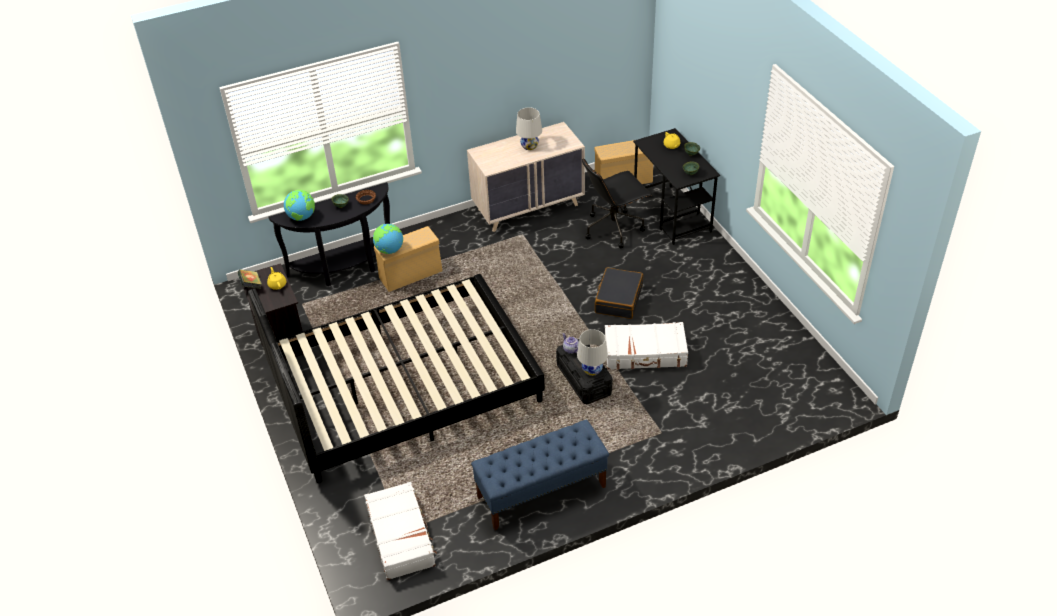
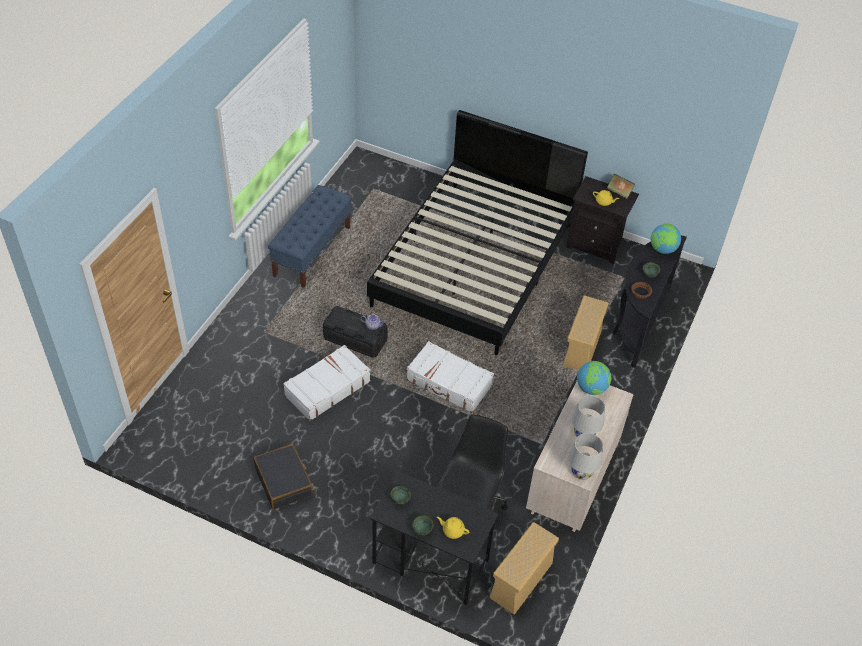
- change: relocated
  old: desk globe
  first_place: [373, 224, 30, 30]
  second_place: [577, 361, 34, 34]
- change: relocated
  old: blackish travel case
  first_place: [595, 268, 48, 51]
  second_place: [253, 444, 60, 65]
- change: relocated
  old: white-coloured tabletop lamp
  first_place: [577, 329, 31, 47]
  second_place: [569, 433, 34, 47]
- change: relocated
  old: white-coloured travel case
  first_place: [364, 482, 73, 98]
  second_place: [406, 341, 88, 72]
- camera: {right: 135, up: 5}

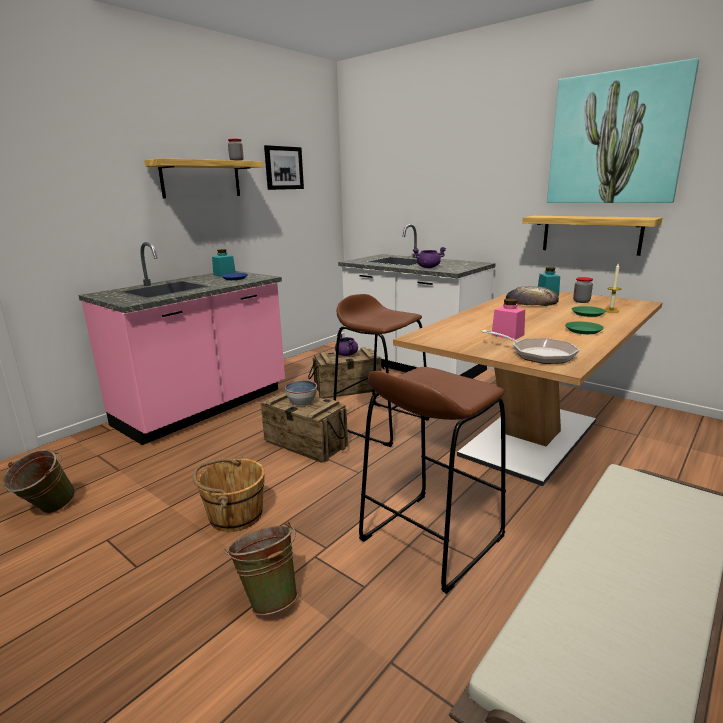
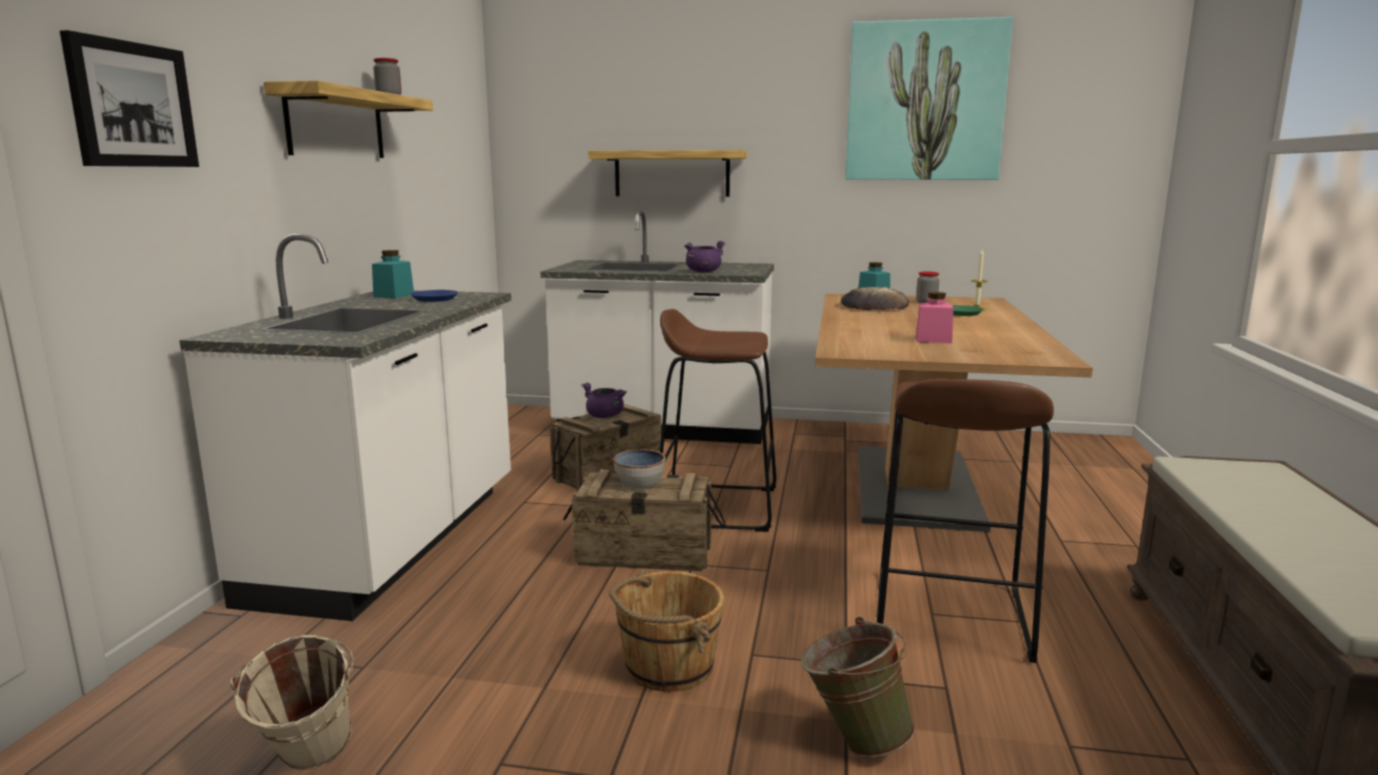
- change: relocated
  old: wall art
  first_place: [264, 145, 40, 45]
  second_place: [60, 30, 139, 137]
- change: relocated
  old: shelf
  first_place: [522, 216, 140, 40]
  second_place: [589, 150, 158, 47]
- change: colour
  old: pinkish kitchen base unit
  new: white-coloured kitchen base unit
  first_place: [78, 242, 207, 203]
  second_place: [179, 234, 332, 387]
- change: missing
  old: green flat dish
  first_place: [565, 322, 39, 12]
- change: missing
  old: frying pan
  first_place: [481, 330, 98, 34]
- change: colour
  old: green water bucket
  new: beige water bucket
  first_place: [2, 449, 73, 64]
  second_place: [230, 635, 124, 135]
- camera: {right: -30, up: -5}

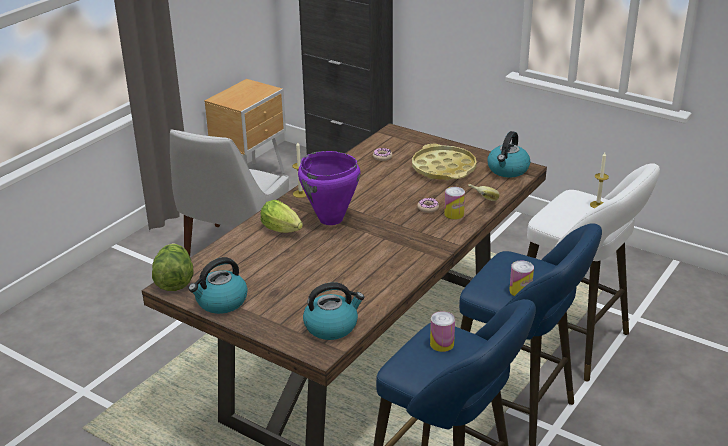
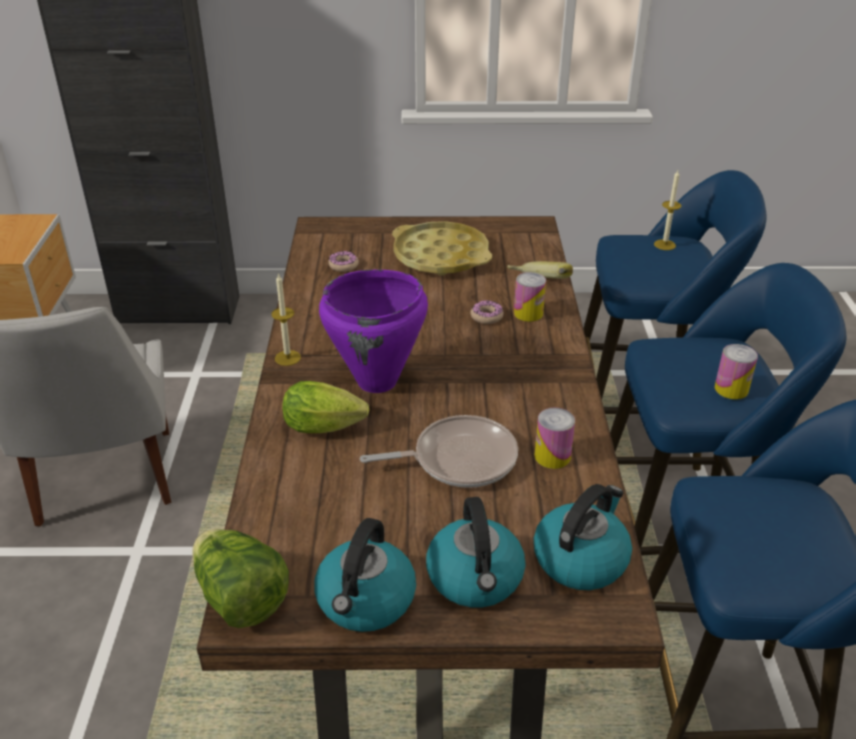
- change: relocated
  old: tea kettle
  first_place: [487, 131, 43, 46]
  second_place: [426, 497, 100, 110]
- change: colour
  old: white-coloured stool
  new: bluish stool
  first_place: [527, 163, 133, 219]
  second_place: [583, 170, 183, 301]
- change: relocated
  old: sealed can
  first_place: [430, 311, 25, 41]
  second_place: [534, 408, 41, 61]
- change: appeared
  new: frying pan
  second_place: [360, 415, 158, 73]
- camera: {right: -35, up: 5}

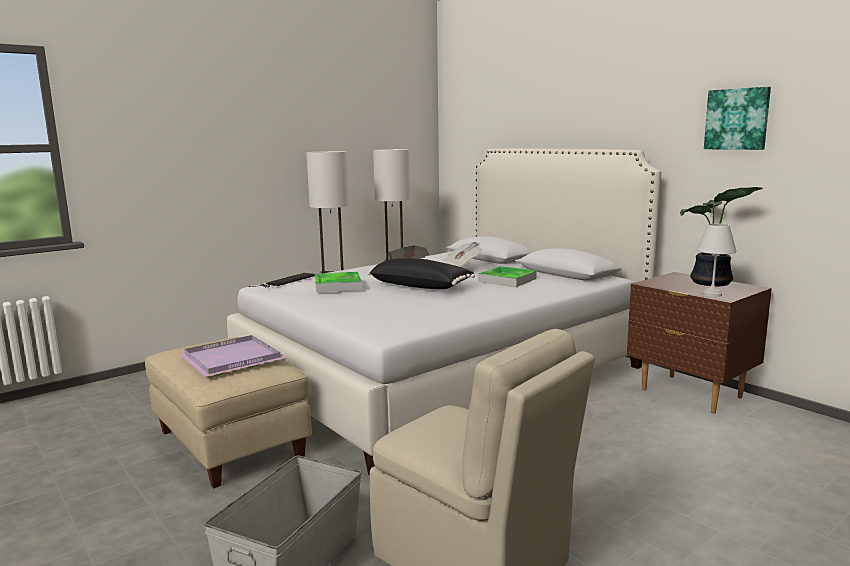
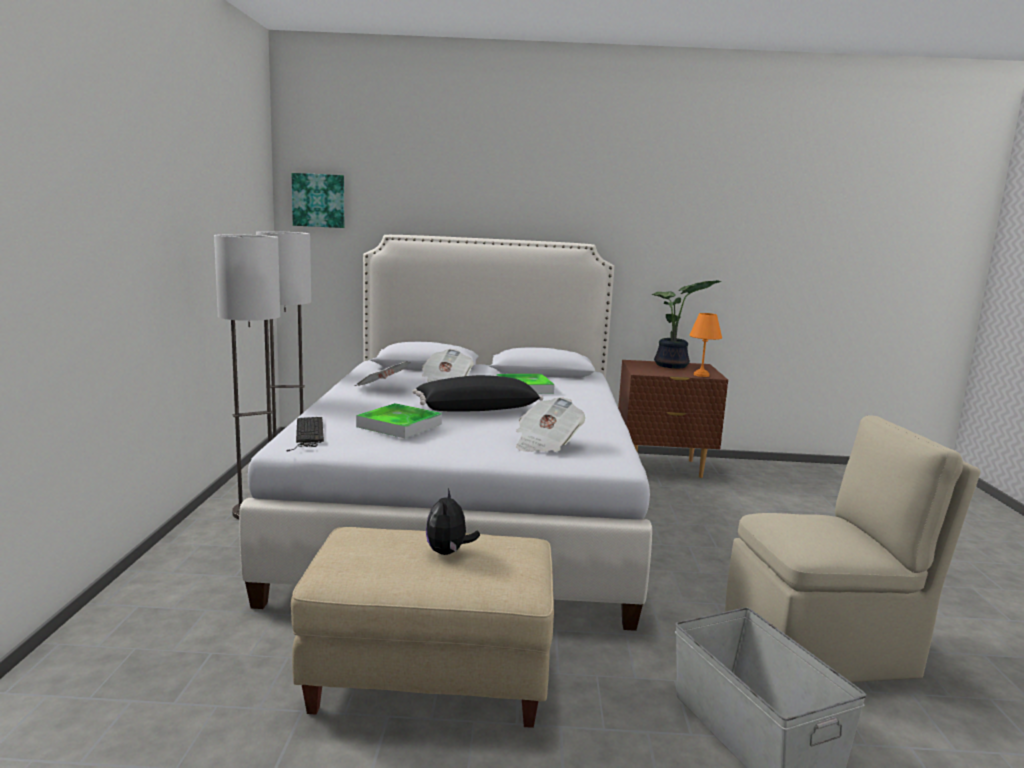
- change: relocated
  old: wall art
  first_place: [704, 87, 67, 63]
  second_place: [292, 173, 52, 55]
- change: colour
  old: white-coloured tabletop lamp
  new: orangey tabletop lamp
  first_place: [696, 223, 40, 74]
  second_place: [689, 313, 33, 64]
- change: exchanged
  old: purplish carrying tray
  new: plush toy
  first_place: [179, 335, 108, 42]
  second_place: [426, 489, 54, 66]
- change: appeared
  new: daily paper
  second_place: [516, 397, 69, 55]
- camera: {right: -50, up: 0}

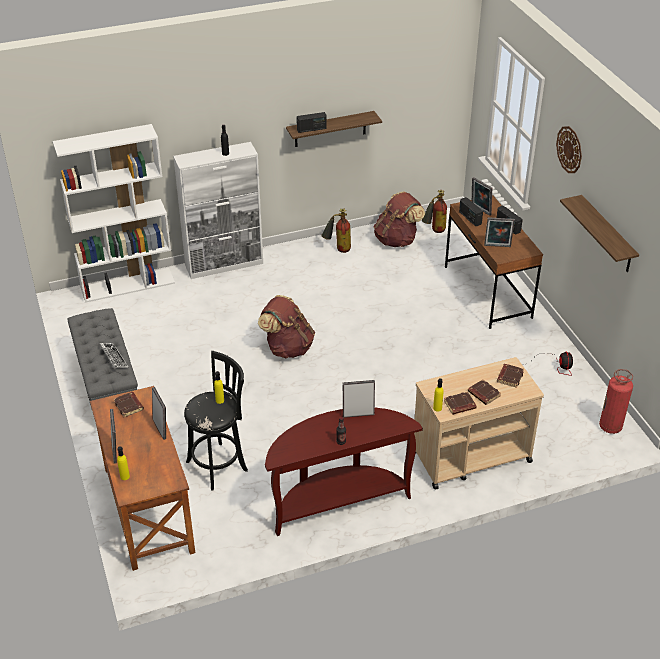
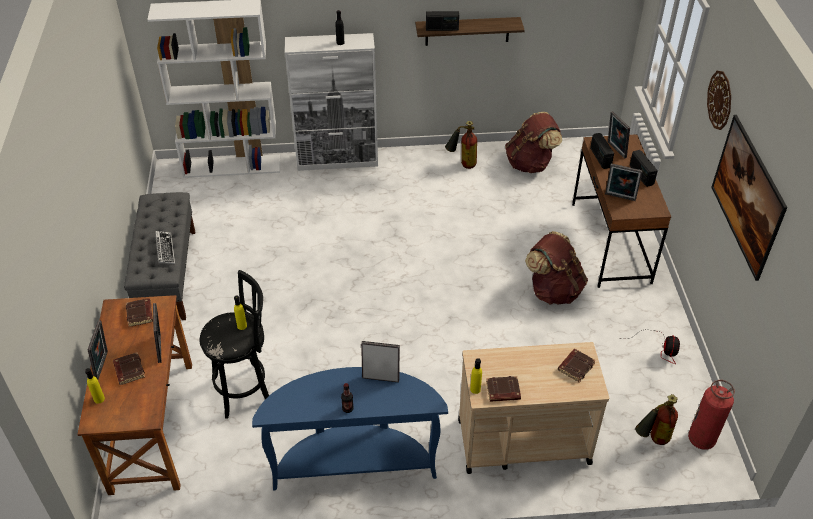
- change: relocated
  old: fire extinguisher
  first_place: [422, 190, 25, 43]
  second_place: [635, 394, 43, 51]
- change: exchanged
  old: shelf
  new: wall art
  first_place: [560, 195, 79, 77]
  second_place: [711, 115, 77, 166]
- change: relocated
  old: brown backpack
  first_place: [258, 295, 57, 63]
  second_place: [525, 231, 63, 74]
- change: relocated
  old: brown bound book
  first_place: [468, 380, 33, 25]
  second_place: [113, 352, 32, 33]
- change: colour
  old: brown hall table
  new: bluish hall table
  first_place: [265, 408, 158, 128]
  second_place: [252, 367, 196, 124]
- camera: {right: 15, up: 5}

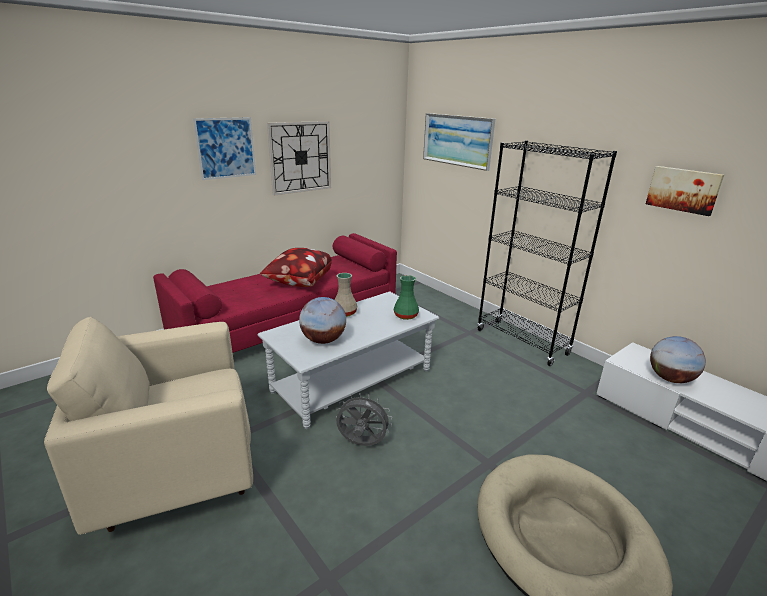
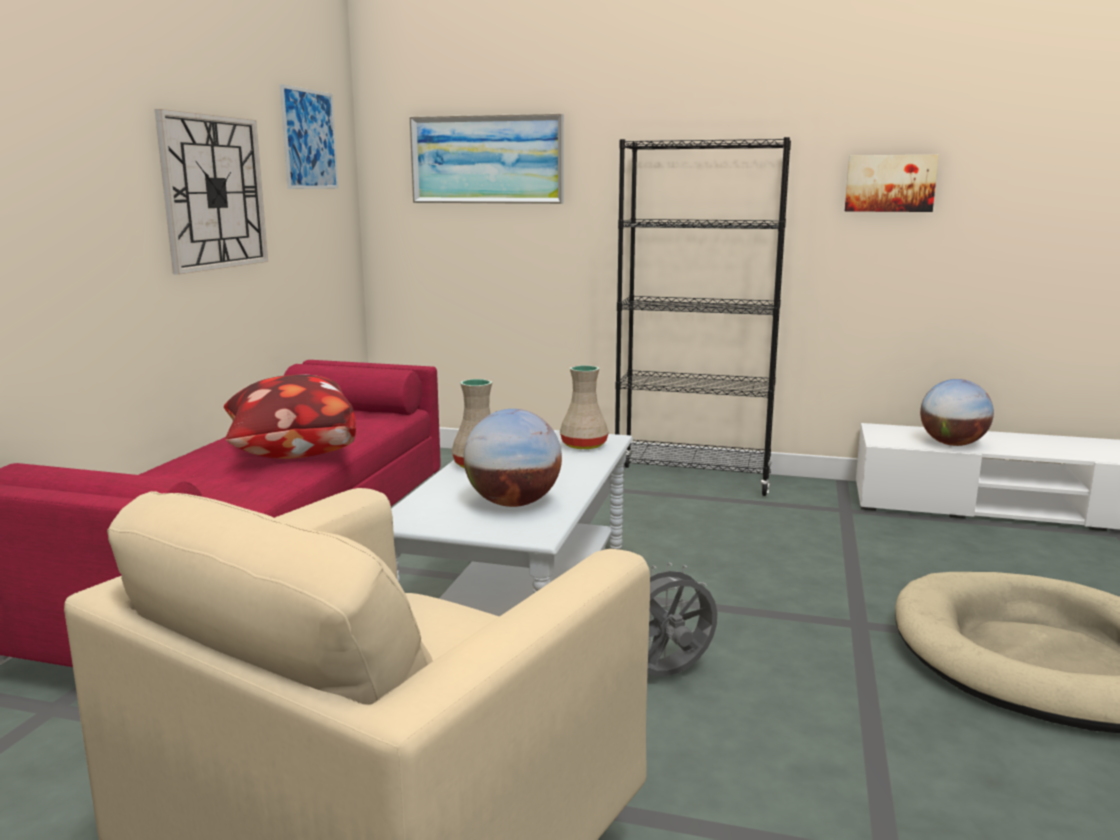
- change: relocated
  old: wall art
  first_place: [193, 117, 63, 63]
  second_place: [280, 84, 59, 105]
- change: colour
  old: green flower vase
  new: beige flower vase
  first_place: [394, 275, 25, 45]
  second_place: [560, 365, 49, 84]
- camera: {right: -35, up: -10}

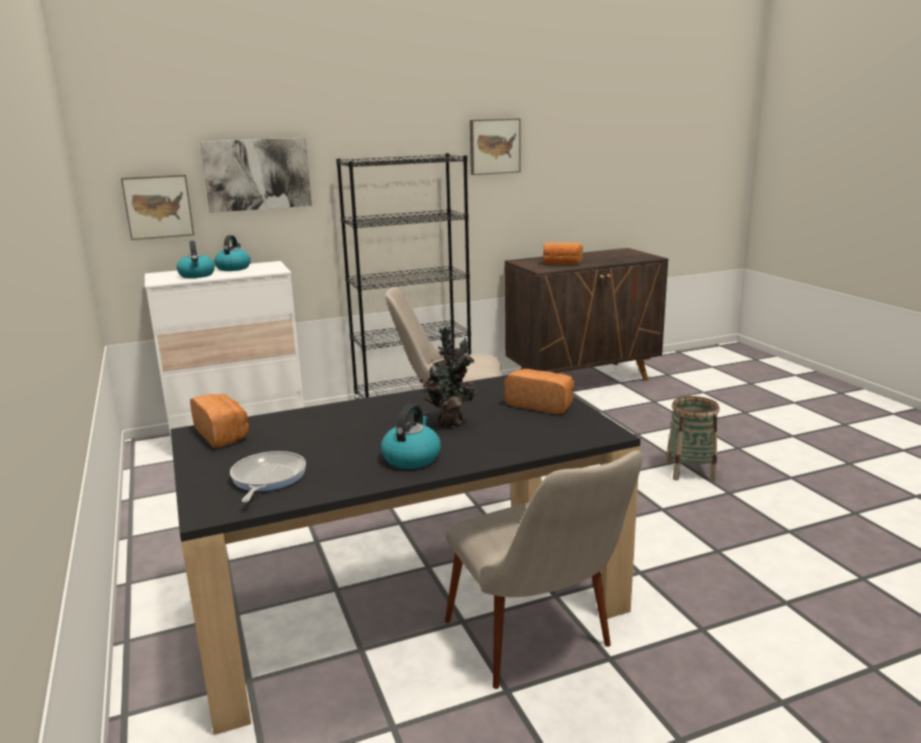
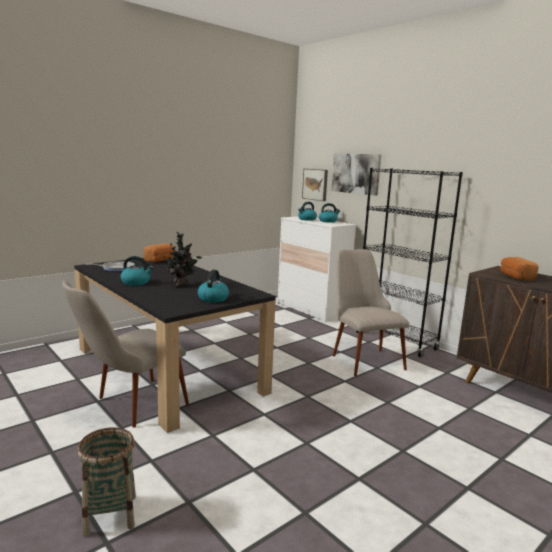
- change: missing
  old: wall art
  first_place: [470, 118, 50, 57]
- change: exchanged
  old: bakery bread
  new: tea kettle
  first_place: [504, 369, 70, 45]
  second_place: [198, 270, 31, 33]
- change: relocated
  old: storage basket
  first_place: [666, 396, 54, 85]
  second_place: [78, 427, 58, 110]
- camera: {right: 70, up: -5}

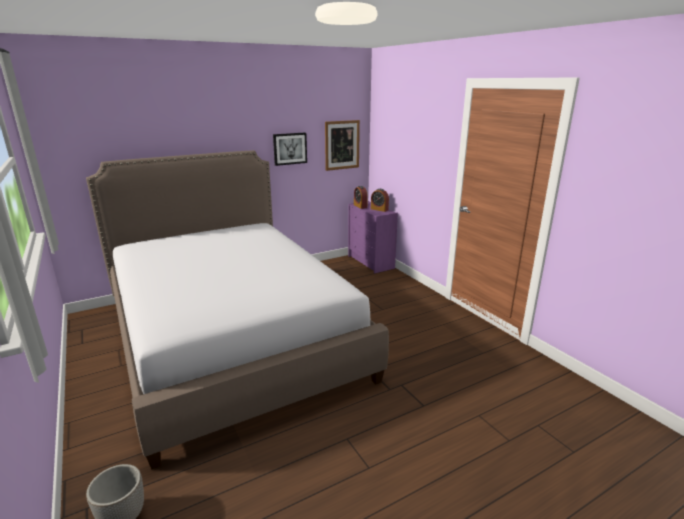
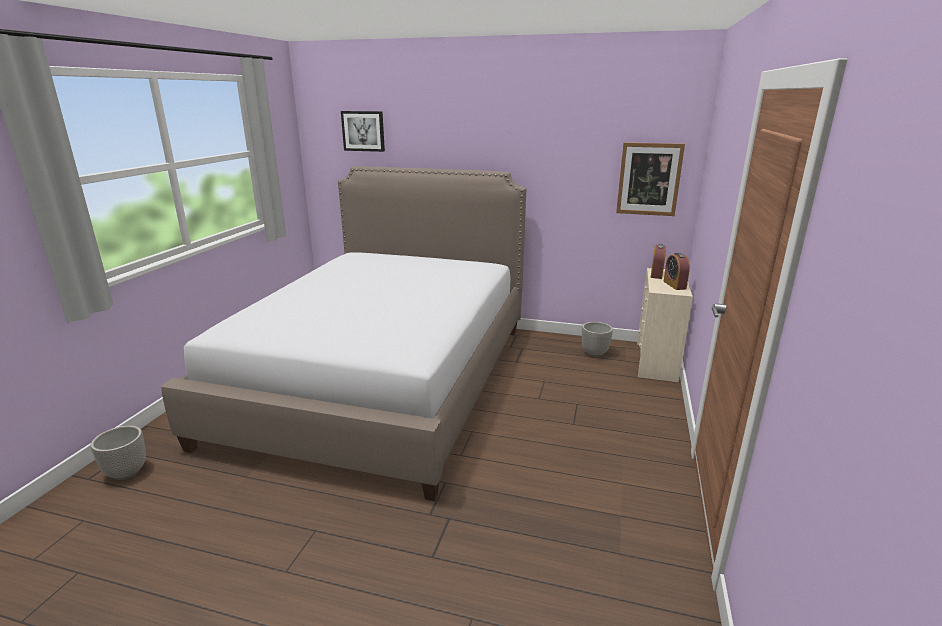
- change: relocated
  old: wall art
  first_place: [273, 133, 34, 33]
  second_place: [341, 111, 44, 41]
- change: colour
  old: purplish drawer chest
  new: beige drawer chest
  first_place: [348, 201, 50, 72]
  second_place: [637, 268, 56, 114]
- change: appeared
  new: plant pot
  second_place: [582, 322, 31, 35]
- camera: {right: 45, up: 0}

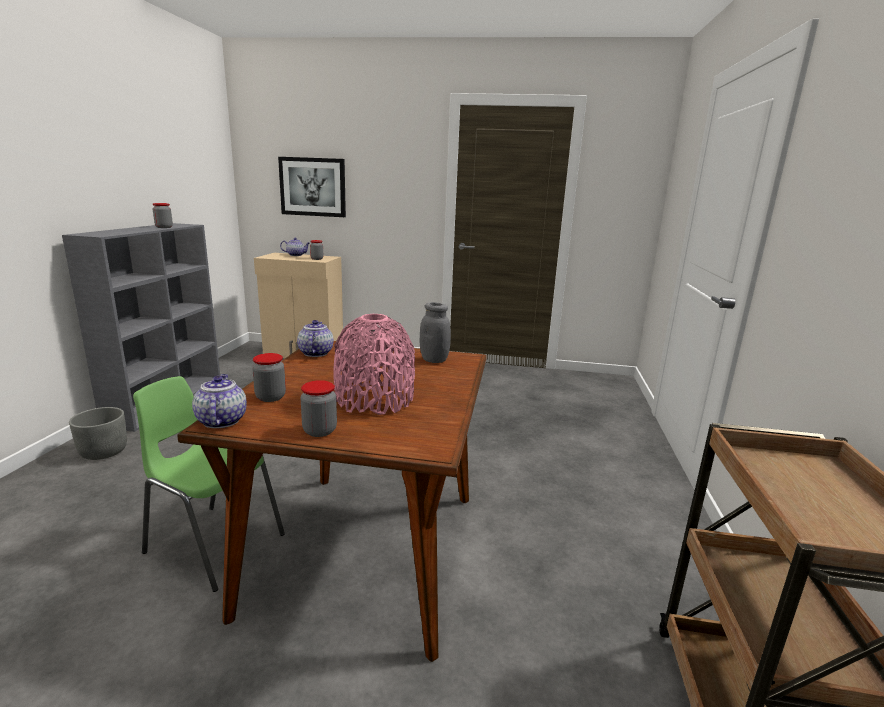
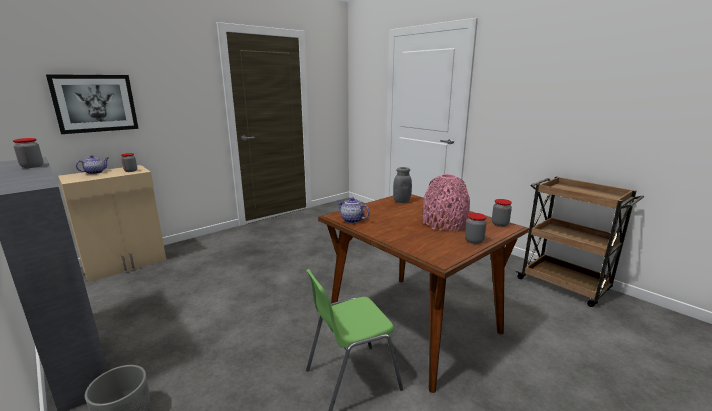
- change: relocated
  old: storage jar
  first_place: [252, 353, 34, 49]
  second_place: [492, 199, 20, 28]
- change: missing
  old: pot for tea
  first_place: [192, 374, 55, 54]
- camera: {right: -50, up: 0}

